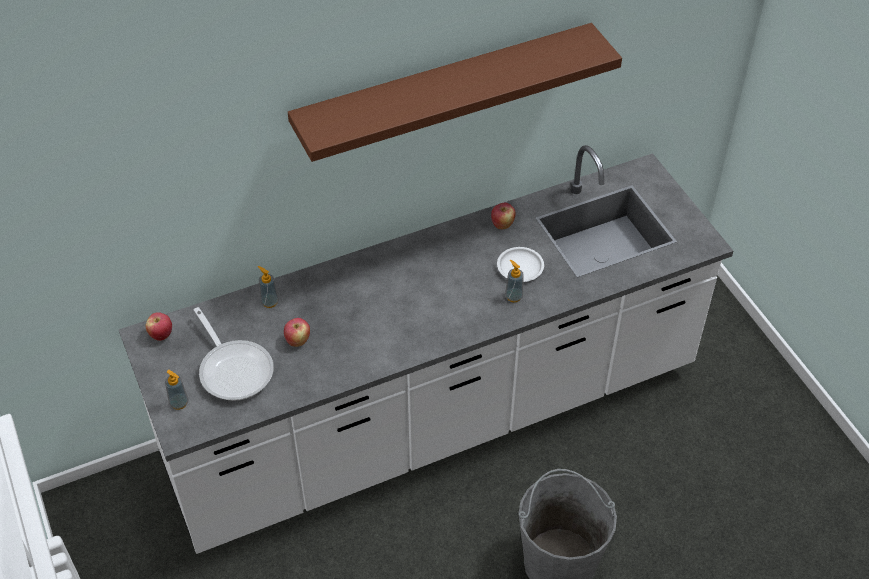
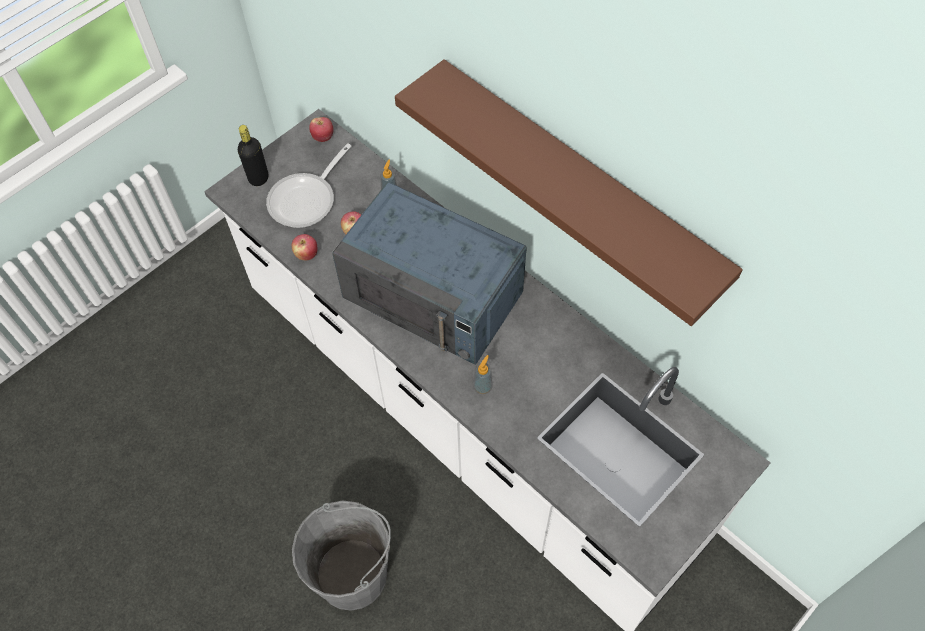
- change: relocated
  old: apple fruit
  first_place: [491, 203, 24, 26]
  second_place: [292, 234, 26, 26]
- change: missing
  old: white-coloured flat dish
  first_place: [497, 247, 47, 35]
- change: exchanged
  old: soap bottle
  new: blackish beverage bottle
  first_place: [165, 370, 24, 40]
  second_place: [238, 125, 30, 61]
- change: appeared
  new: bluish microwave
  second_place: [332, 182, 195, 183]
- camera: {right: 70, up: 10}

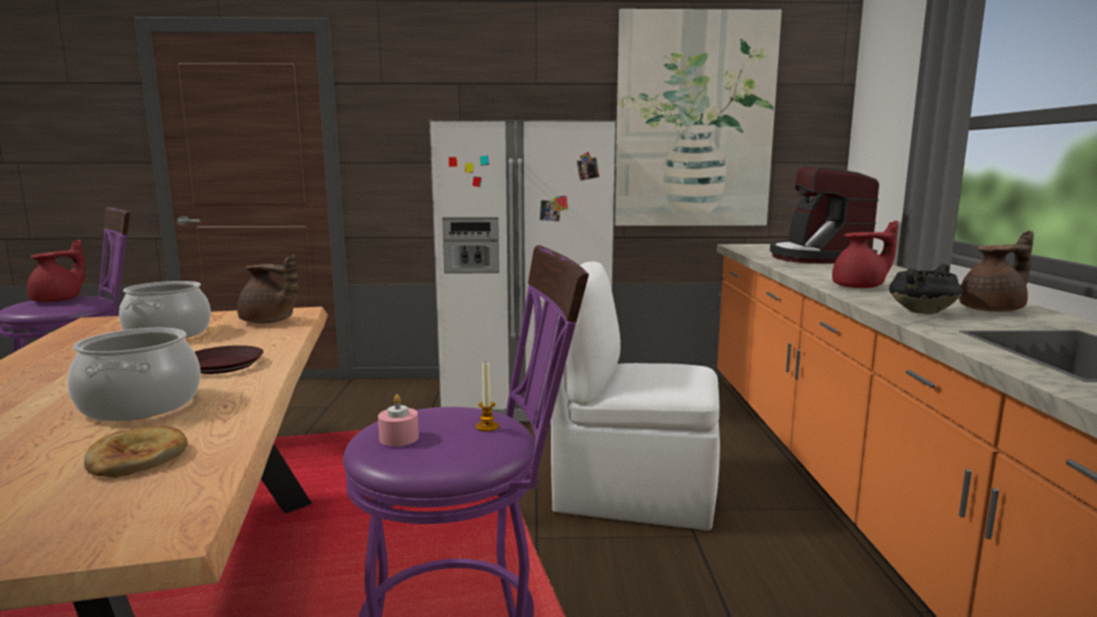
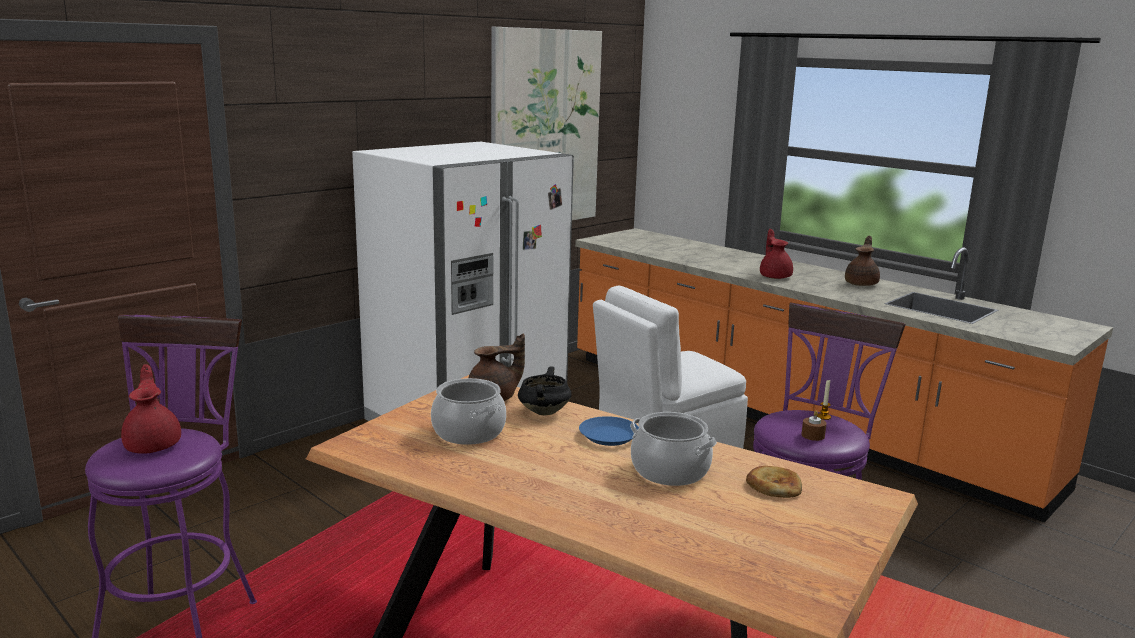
- change: missing
  old: coffee maker
  first_place: [770, 166, 109, 98]
- change: spun
  old: reddish pot for tea
  first_place: [832, 221, 66, 67]
  second_place: [760, 229, 33, 50]
  degrees: -45
- change: relocated
  old: blackish saucepot
  first_place: [889, 264, 73, 51]
  second_place: [518, 367, 54, 48]
- change: colour
  old: brown flat dish
  new: bluish flat dish
  first_place: [195, 345, 68, 29]
  second_place: [579, 416, 60, 30]
- change: colour
  old: pinkish wax candle
  new: brown wax candle
  first_place: [378, 394, 41, 52]
  second_place: [801, 411, 26, 30]
- camera: {right: -45, up: 5}

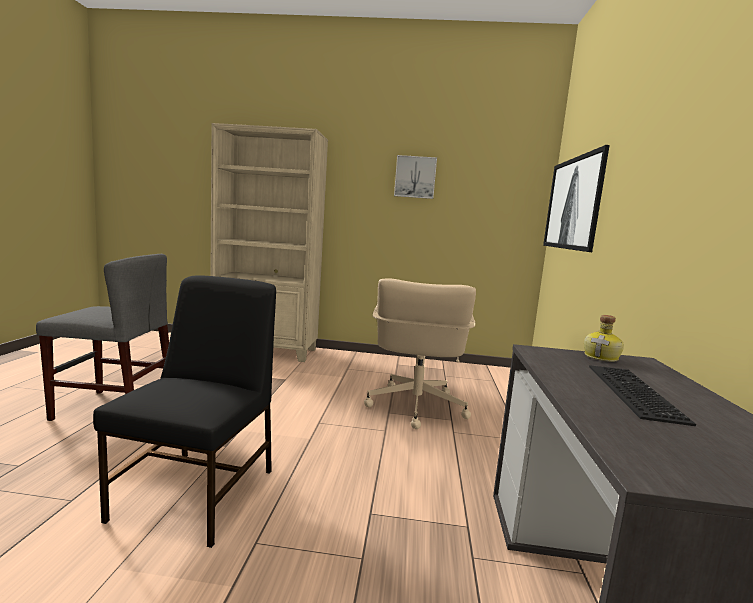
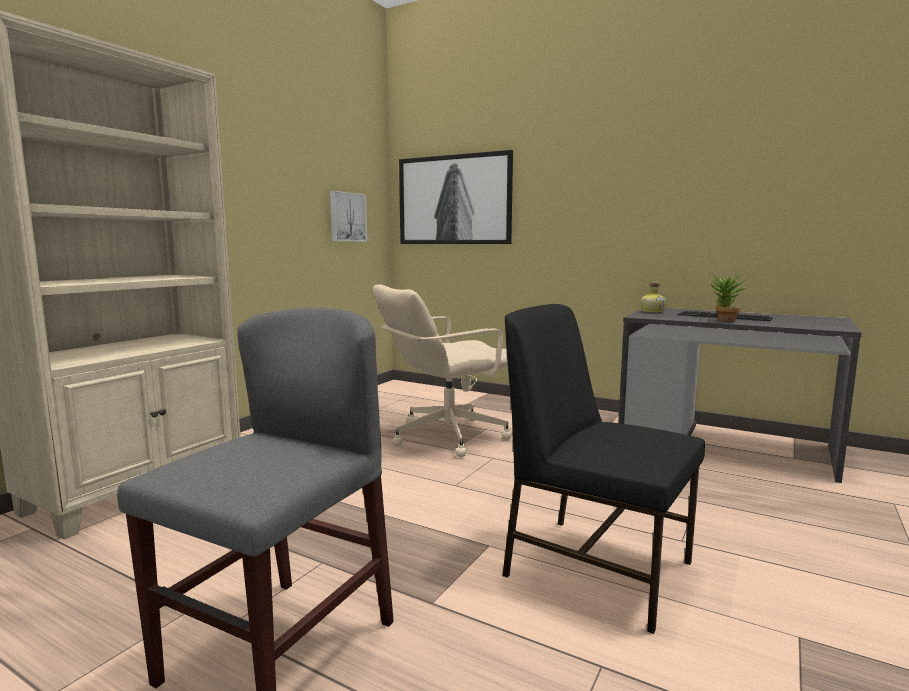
- change: relocated
  old: wall art
  first_place: [394, 155, 43, 44]
  second_place: [330, 191, 37, 50]
- change: spun
  old: beige computer chair
  first_place: [364, 278, 112, 151]
  second_place: [373, 285, 138, 172]
  degrees: 120
- change: appeared
  new: houseplant
  second_place: [710, 274, 40, 48]
- camera: {right: -65, up: 0}

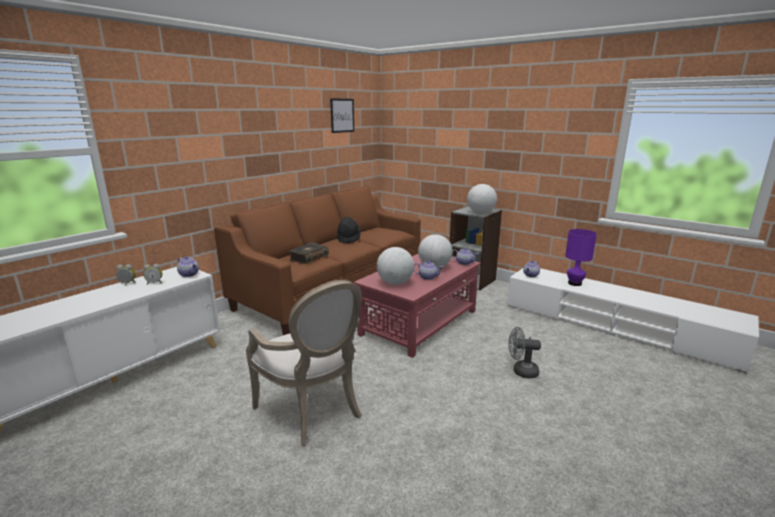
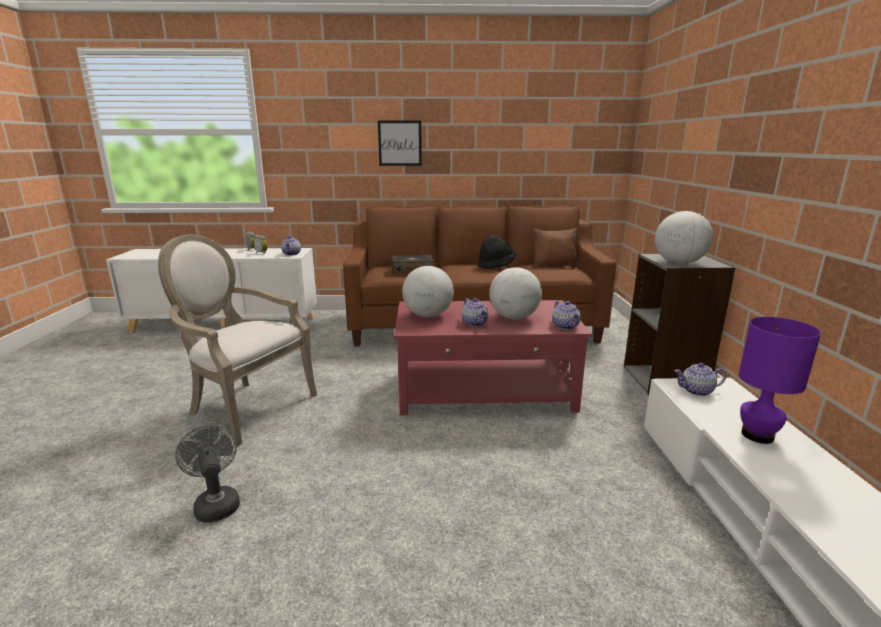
- change: relocated
  old: wall art
  first_place: [330, 98, 24, 35]
  second_place: [378, 120, 44, 46]
- change: spun
  old: lounge chair
  first_place: [246, 280, 116, 166]
  second_place: [158, 234, 159, 212]
  degrees: 105
- change: relocated
  old: grey electric fan
  first_place: [508, 327, 33, 51]
  second_place: [175, 425, 65, 98]
- change: appeared
  new: brown throw pillow
  second_place: [533, 228, 45, 39]
- camera: {right: 50, up: 0}

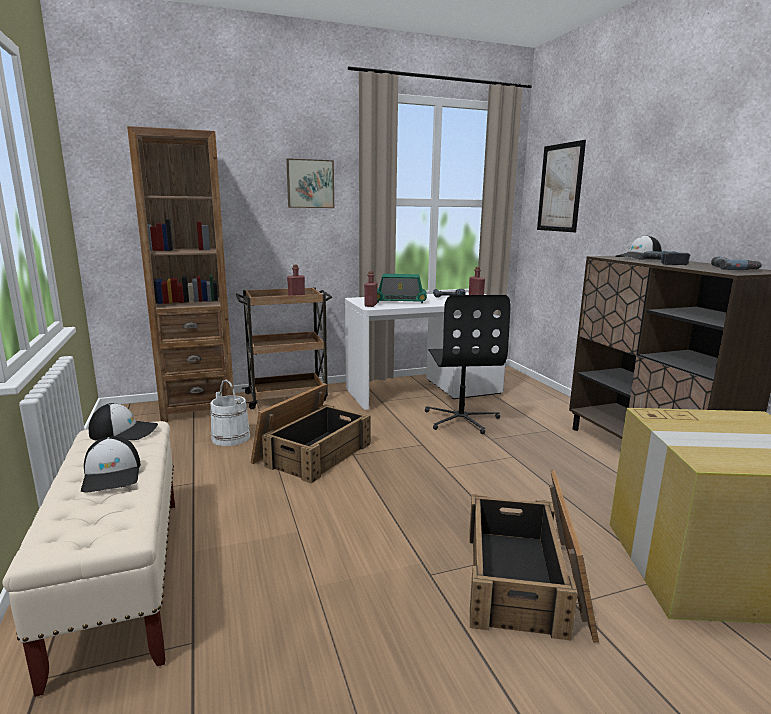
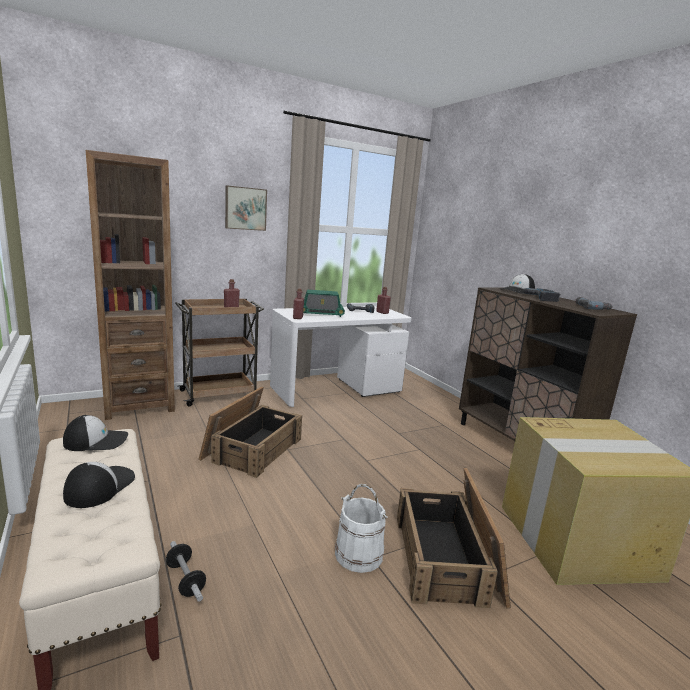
- change: missing
  old: wall art
  first_place: [537, 140, 49, 92]
- change: missing
  old: blackish computer chair
  first_place: [425, 295, 85, 139]
- change: relocated
  old: white-coloured water bucket
  first_place: [210, 379, 40, 67]
  second_place: [335, 484, 53, 89]
- change: spun
  old: peaked cap
  first_place: [81, 436, 60, 56]
  second_place: [63, 462, 72, 46]
  degrees: -135
- change: appeared
  new: dumbbell
  second_place: [166, 541, 40, 61]
- camera: {right: -10, up: 0}

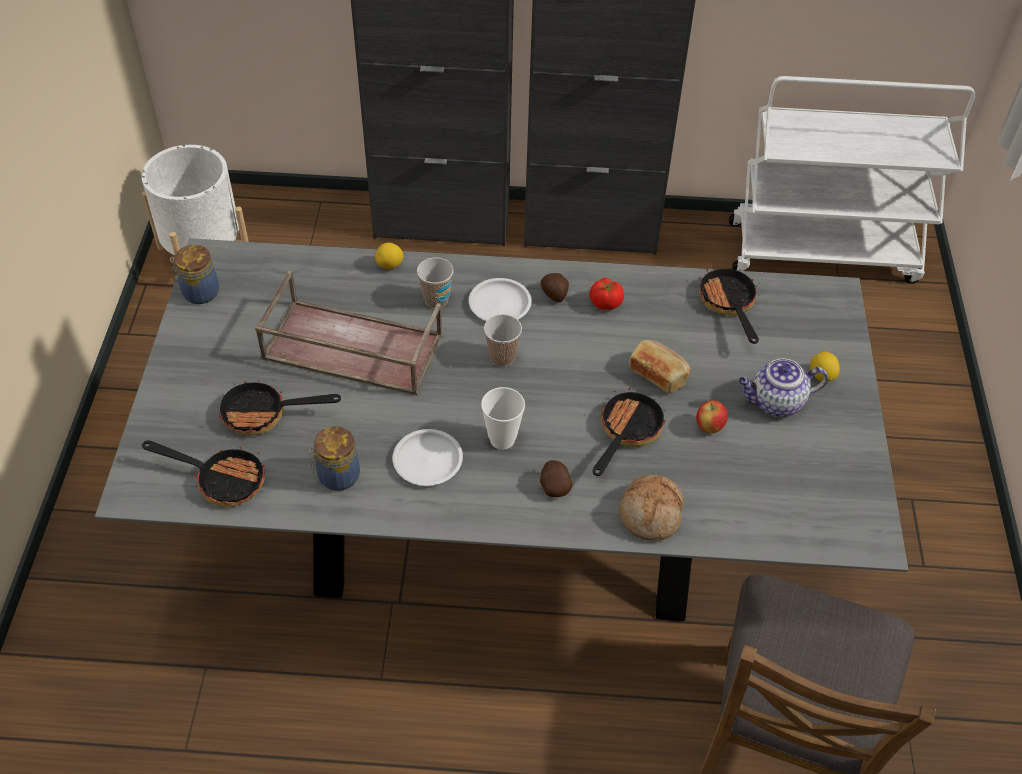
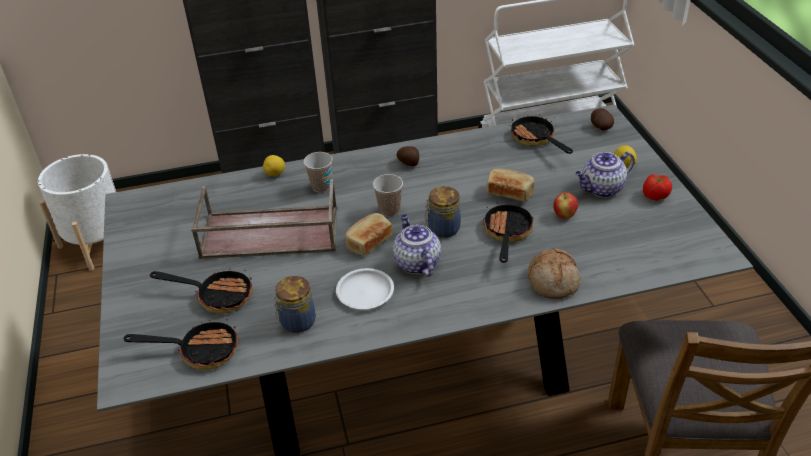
- change: relocated
  old: storage jar
  first_place: [170, 245, 49, 59]
  second_place: [425, 186, 36, 52]
- change: missing
  old: white-coloured flat dish
  first_place: [469, 278, 63, 43]
- change: relocated
  old: fresh tomato
  first_place: [589, 278, 35, 32]
  second_place: [643, 174, 29, 26]
- change: spun
  old: frying pan
  first_place: [217, 373, 124, 62]
  second_place: [150, 268, 103, 46]
  degrees: -150
- change: exchanged
  old: drinking cup
  new: pot for tea
  first_place: [481, 387, 44, 63]
  second_place: [393, 214, 48, 63]
- change: relocated
  old: potato
  first_place: [540, 460, 32, 37]
  second_place: [591, 108, 23, 23]
- change: appeared
  new: bakery bread
  second_place: [345, 213, 48, 43]
- camera: {right: -15, up: -10}

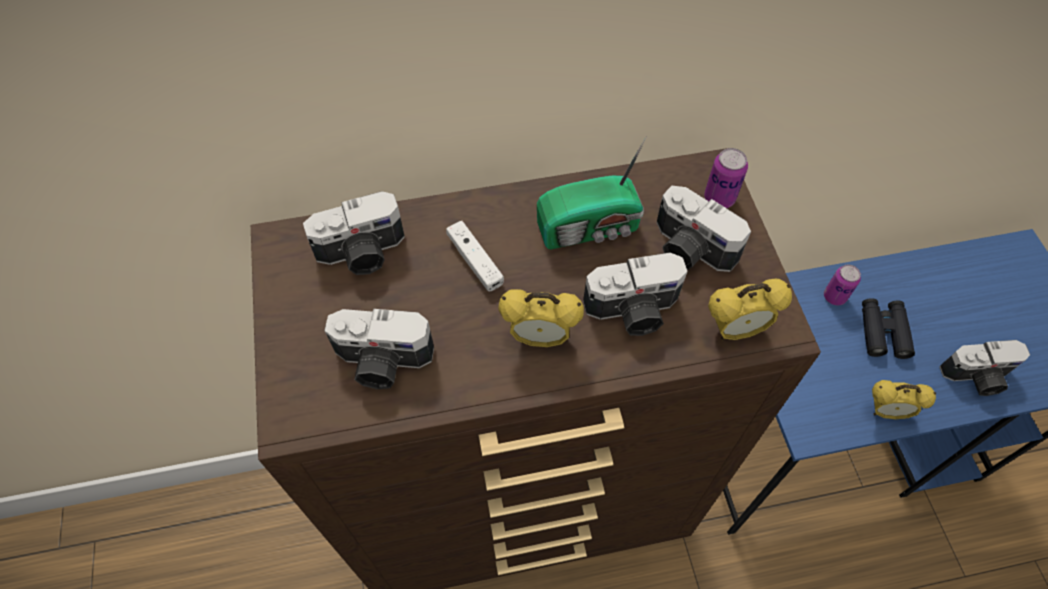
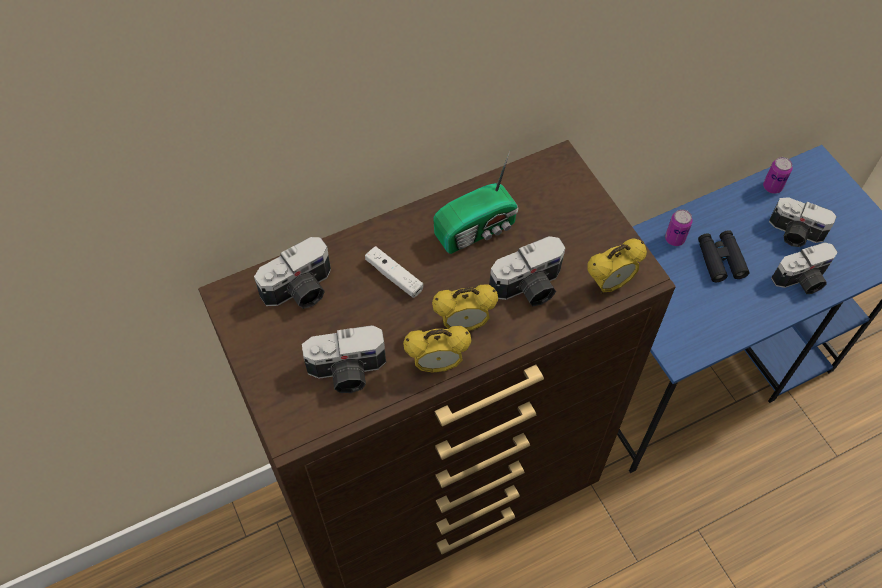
- change: relocated
  old: sealed can
  first_place: [704, 148, 44, 60]
  second_place: [763, 157, 30, 37]
- change: relocated
  old: photo camera
  first_place: [657, 186, 94, 86]
  second_place: [769, 197, 68, 50]
- change: relocated
  old: alarm clock
  first_place: [872, 380, 64, 39]
  second_place: [403, 326, 68, 47]
- camera: {right: -15, up: 0}

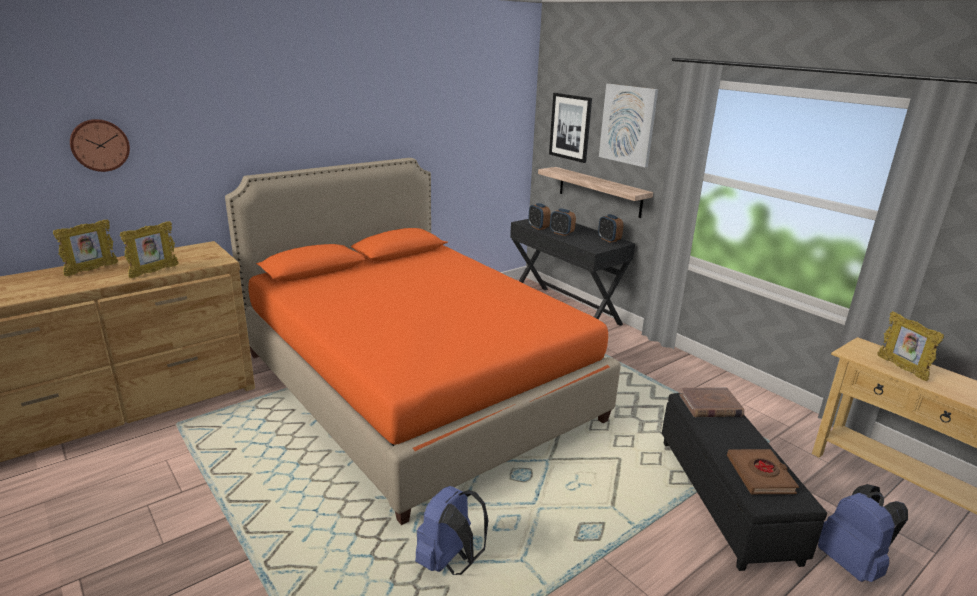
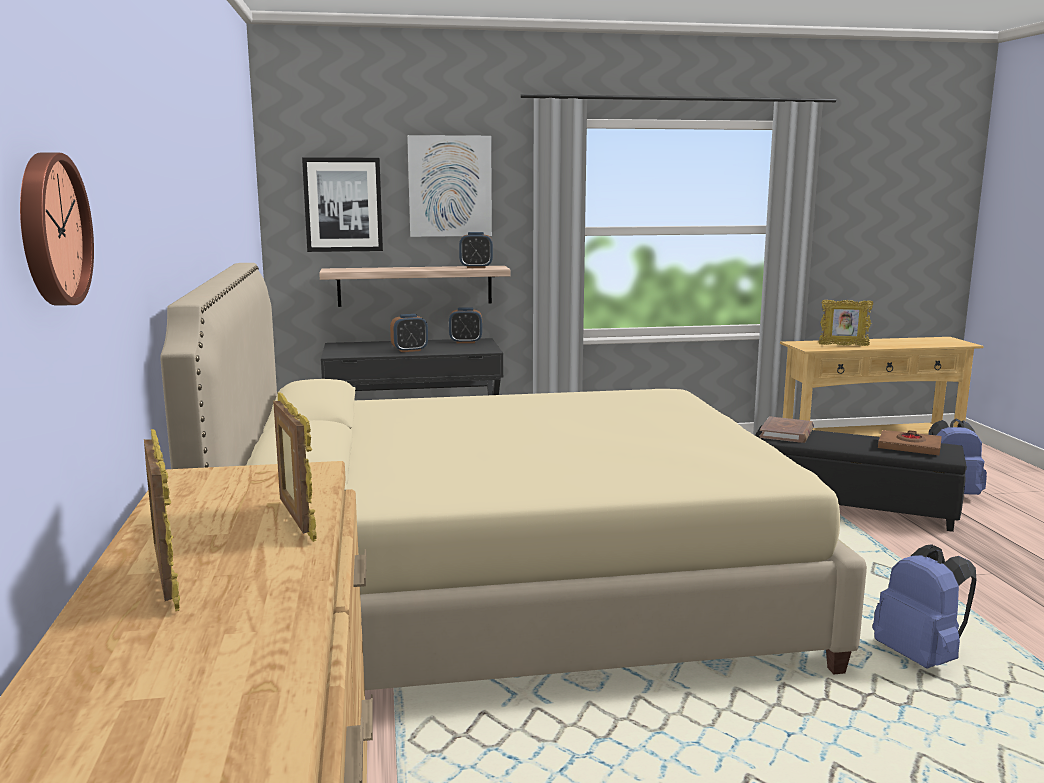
- change: colour
  old: orangey sleeping bed
  new: beige sleeping bed
  first_place: [225, 158, 396, 367]
  second_place: [160, 263, 707, 427]
- change: relocated
  old: alarm clock
  first_place: [528, 203, 23, 27]
  second_place: [459, 232, 34, 36]
- camera: {right: -60, up: -10}

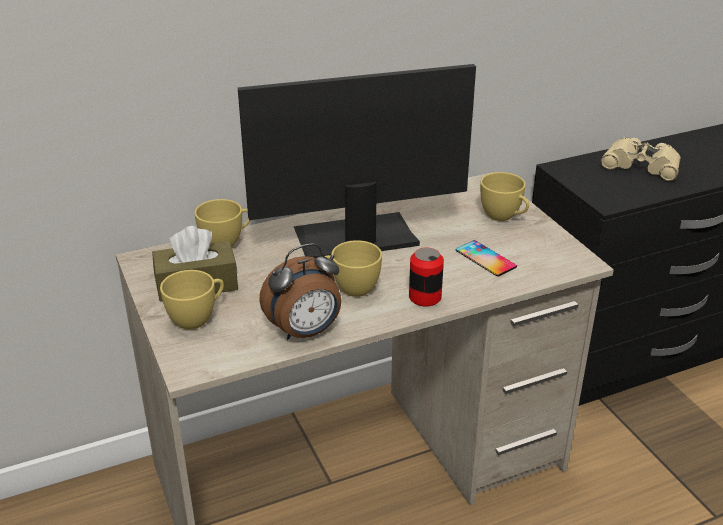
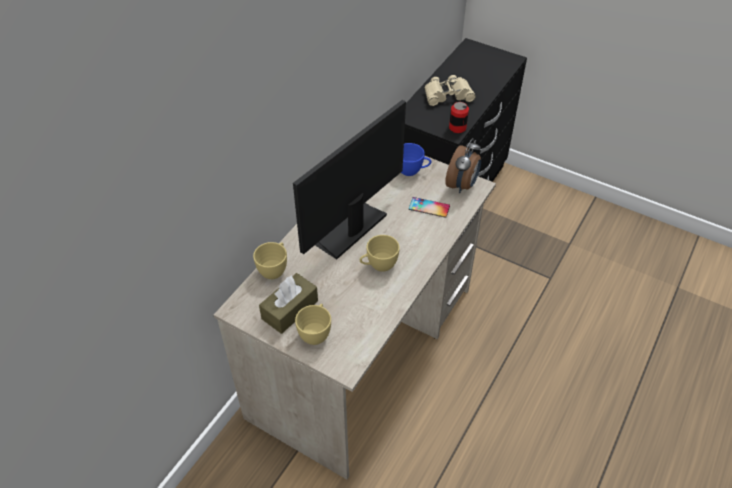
- change: colour
  old: yellow-coloured drinking cup
  new: bluish drinking cup
  first_place: [480, 172, 49, 49]
  second_place: [401, 143, 30, 33]
- change: relocated
  old: alarm clock
  first_place: [259, 243, 82, 97]
  second_place: [445, 138, 36, 55]
- change: relocated
  old: sealed can
  first_place: [409, 248, 35, 59]
  second_place: [449, 102, 20, 31]
- camera: {right: -35, up: 15}

